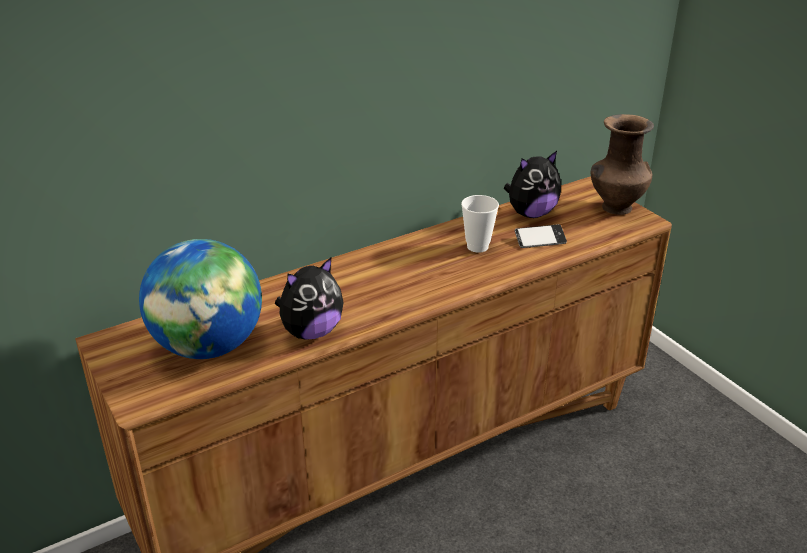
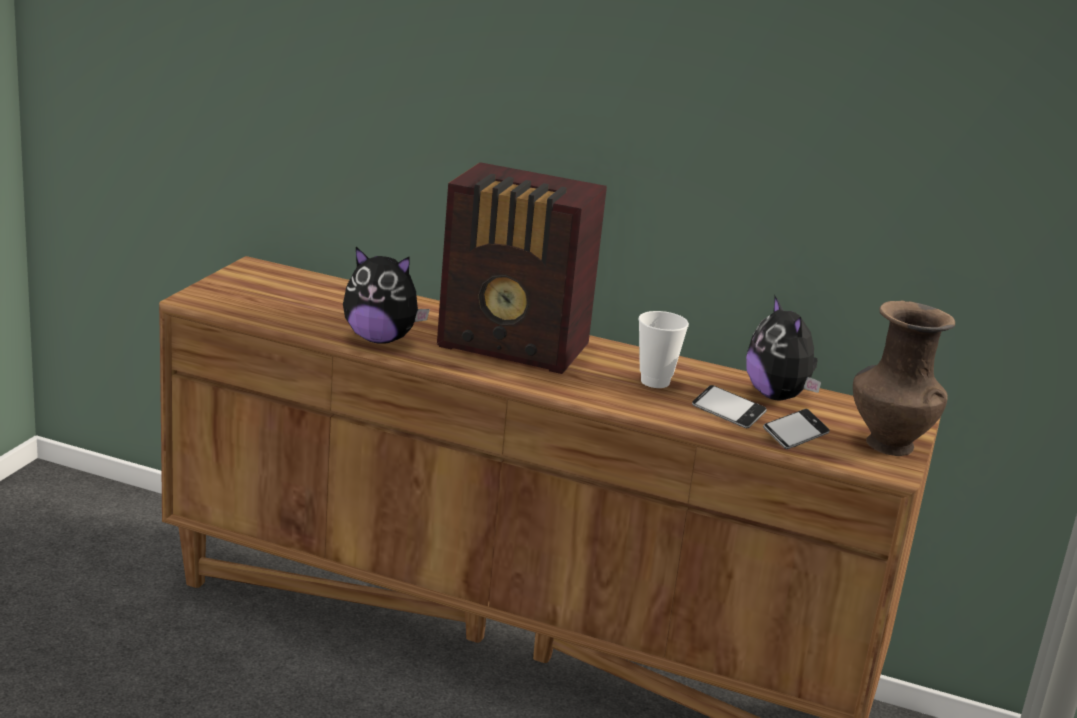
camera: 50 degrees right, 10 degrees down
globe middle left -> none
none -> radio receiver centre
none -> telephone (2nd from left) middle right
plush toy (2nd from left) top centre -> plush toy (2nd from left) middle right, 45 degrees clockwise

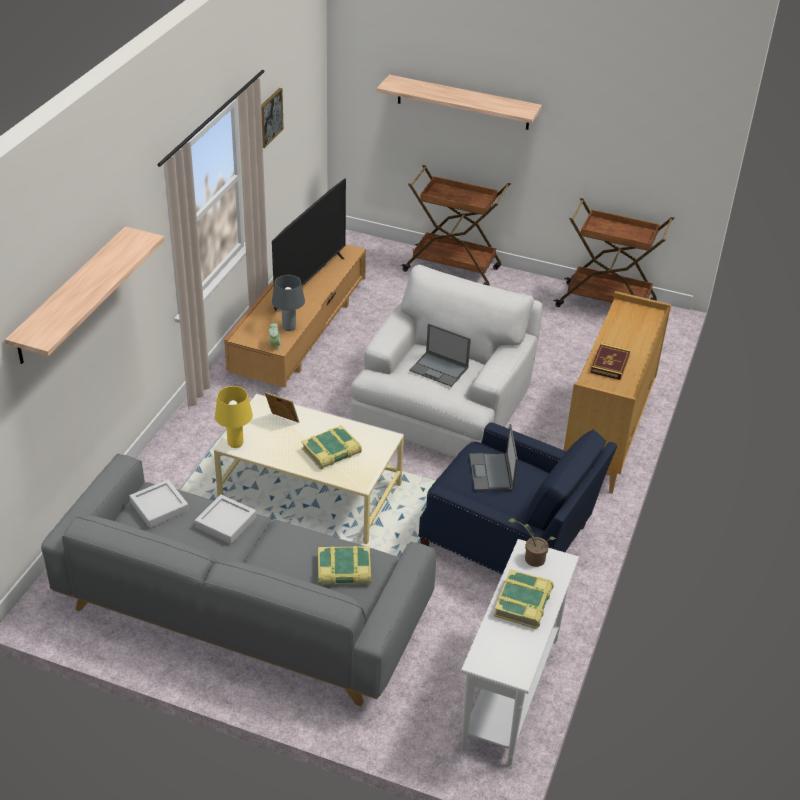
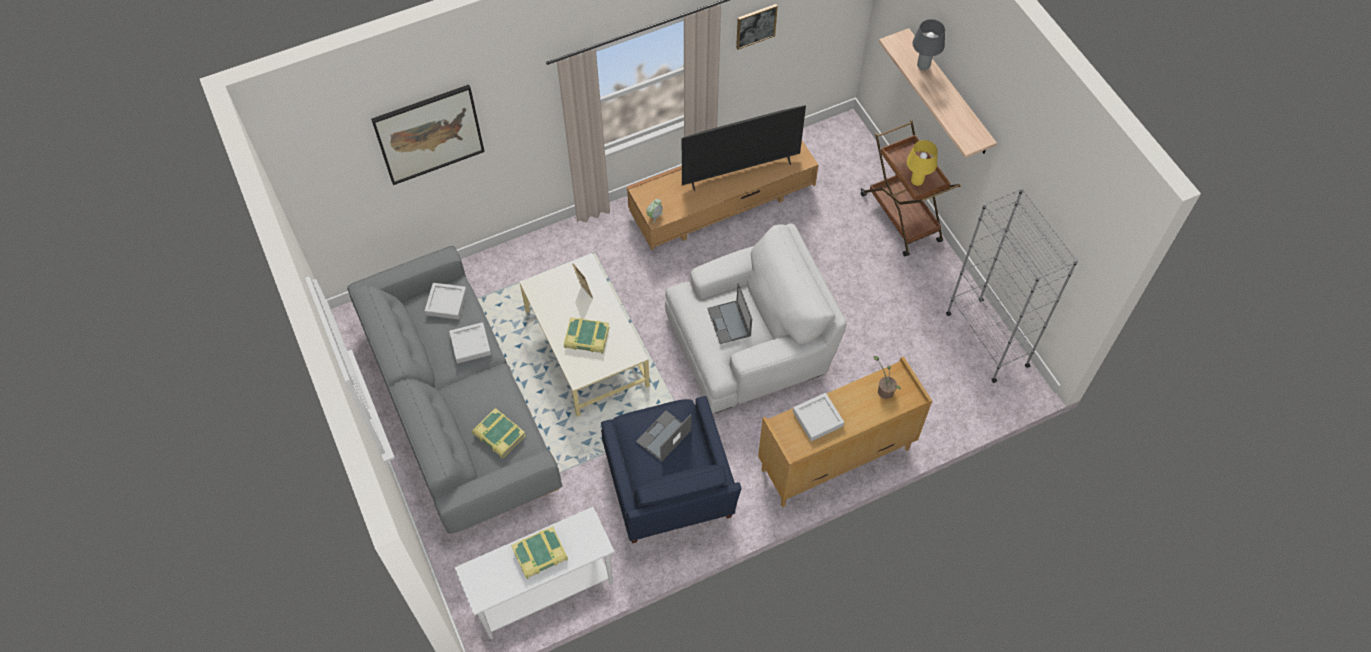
camera: 45 degrees right, 20 degrees up
yellow table lamp middle left -> yellow table lamp top right, move
gray table lamp centre -> gray table lamp top right, move
houseplant bottom centre -> houseplant centre, move
shelf (1st from left) middle left -> wall picture (1st from left) top left
brownish wheeled cart (2nd from left) top right -> gray bookshelf middle right
book (4th from left) middle right -> gray serving tray (3rd from left) centre

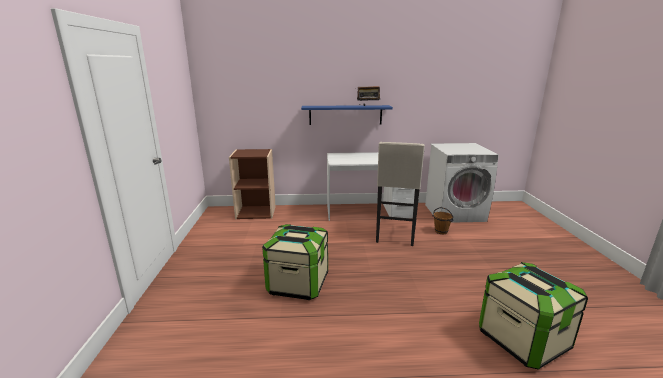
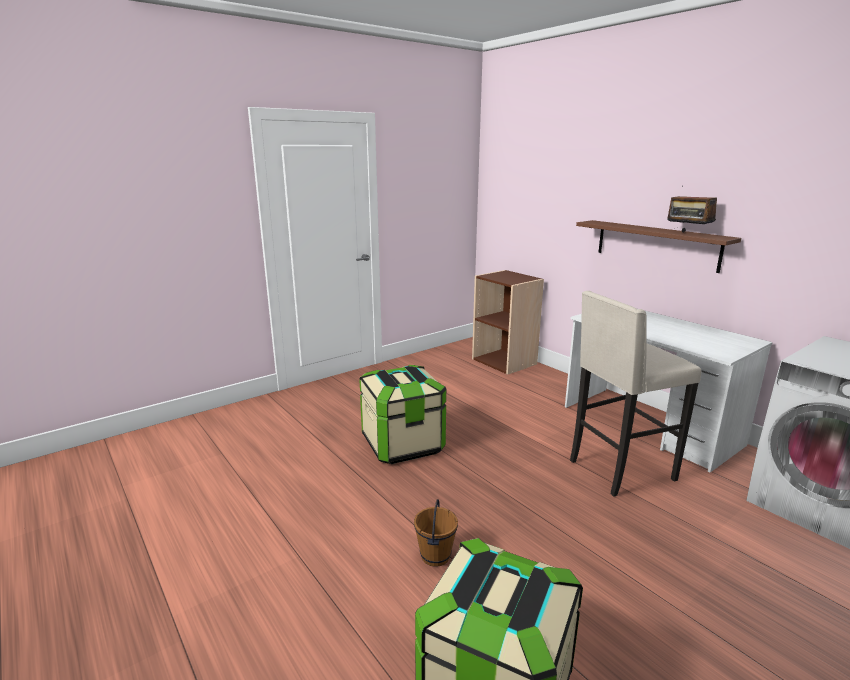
camera: 55 degrees right, 0 degrees up
brownish pail middle right -> brownish pail bottom centre, move
bluish shelf top centre -> brownish shelf middle right

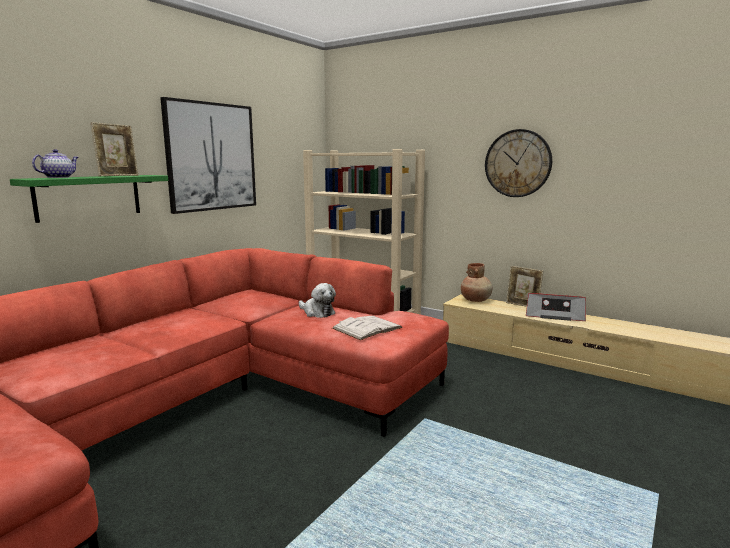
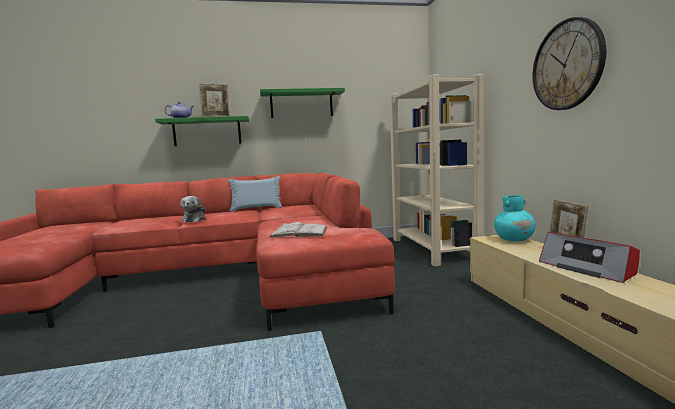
camera: 45 degrees right, 5 degrees down
none -> bluish cushion centre
plush toy centre -> plush toy middle left, move
wall picture top left -> greenish shelf (2nd from left) top centre
brownish vase centre -> blue-green vase middle right

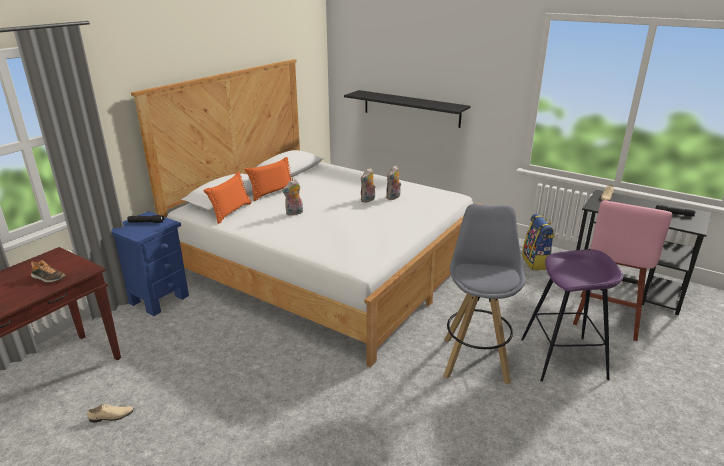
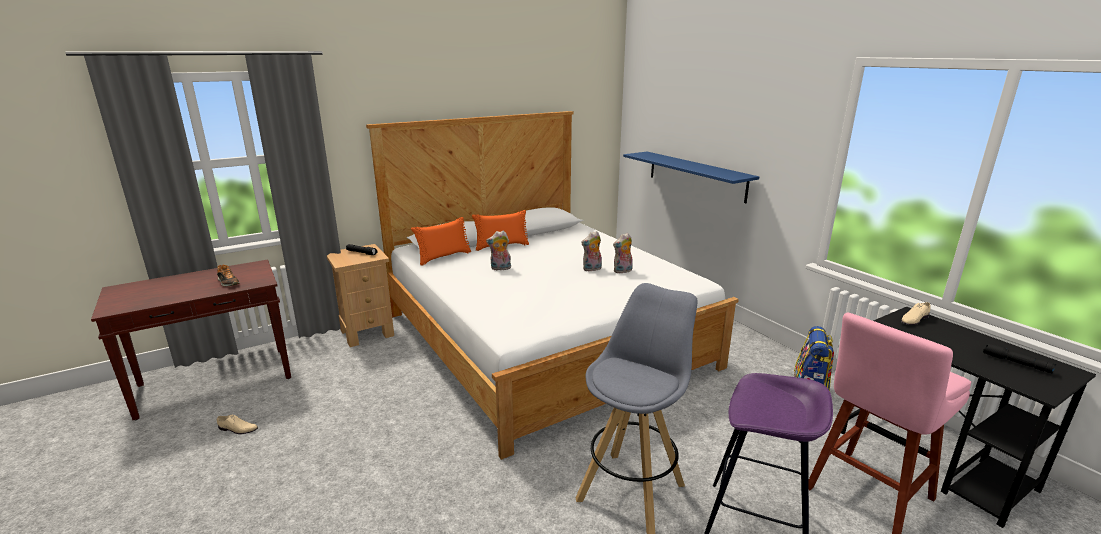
camera: 25 degrees right, 5 degrees down
bluish night table middle left -> sand-coloured night table middle left
black shelf top centre -> bluish shelf top centre

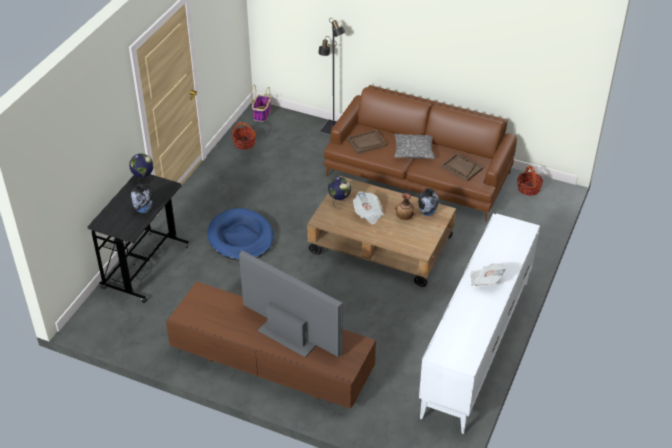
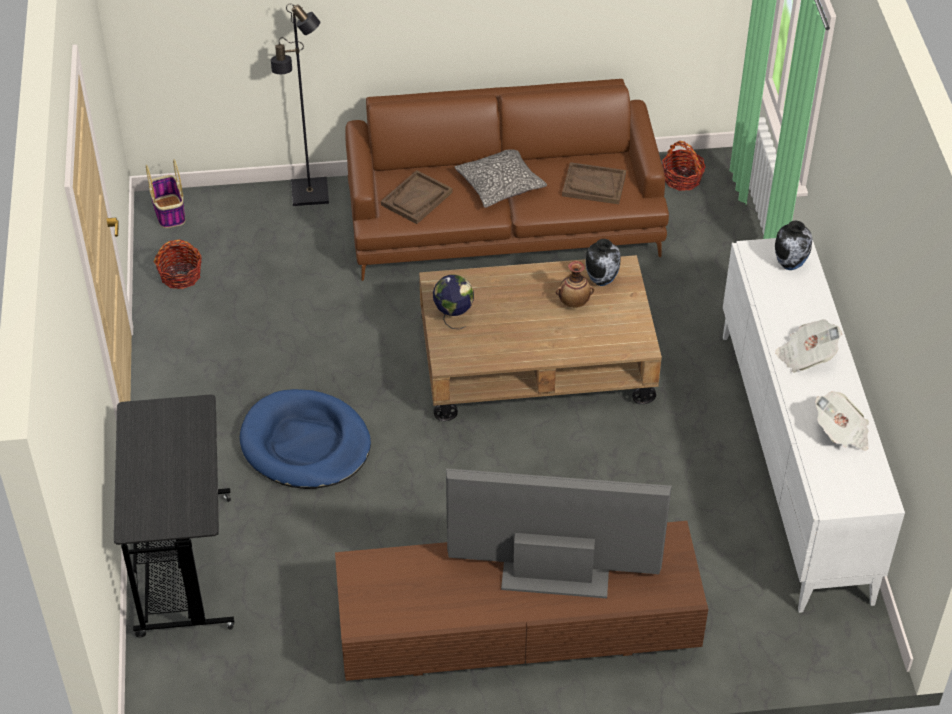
camera: 30 degrees left, 5 degrees up
globe (1st from left) middle left -> none
vase (1st from left in the first image) middle left -> vase (3rd from left) middle right, move
printed paper (1st from left in the first image) centre -> printed paper (2nd from left) middle right, move

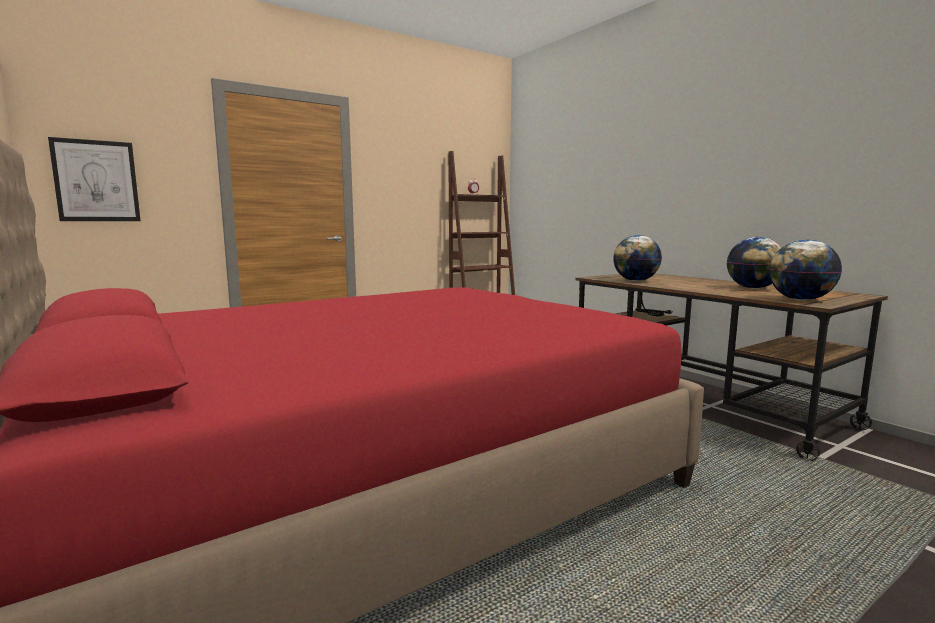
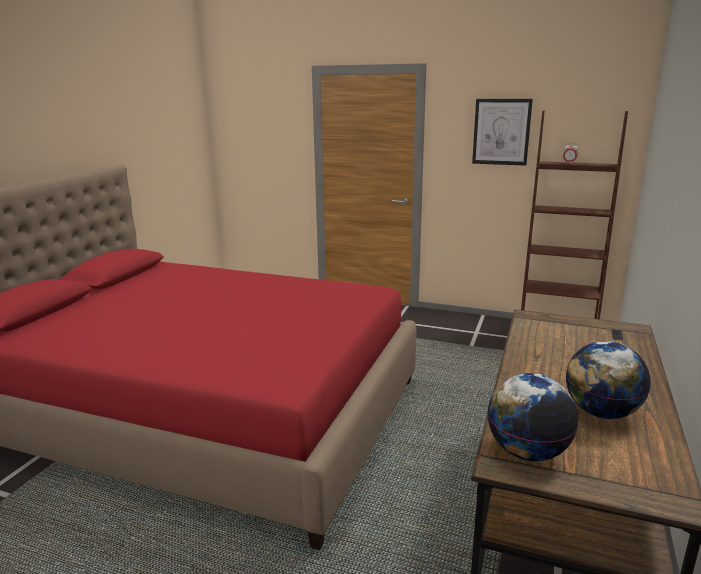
camera: 55 degrees right, 10 degrees up
globe (1st from left) middle right -> none
wall picture top left -> wall picture top right, move

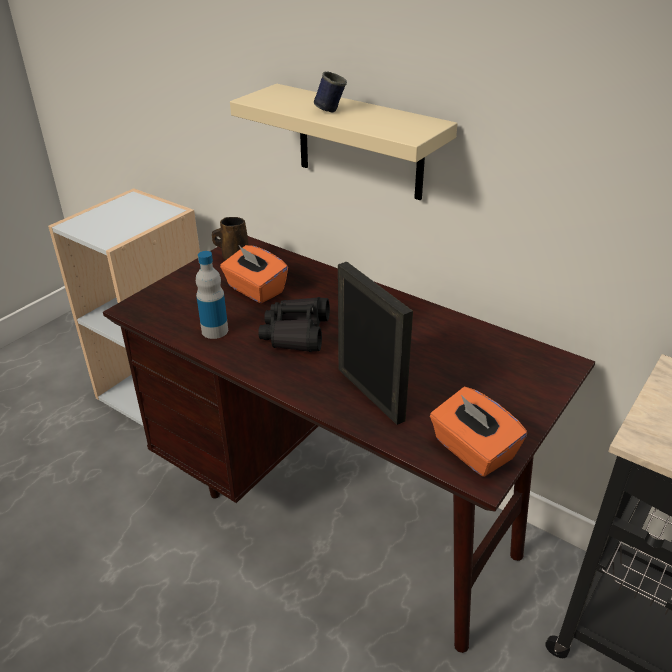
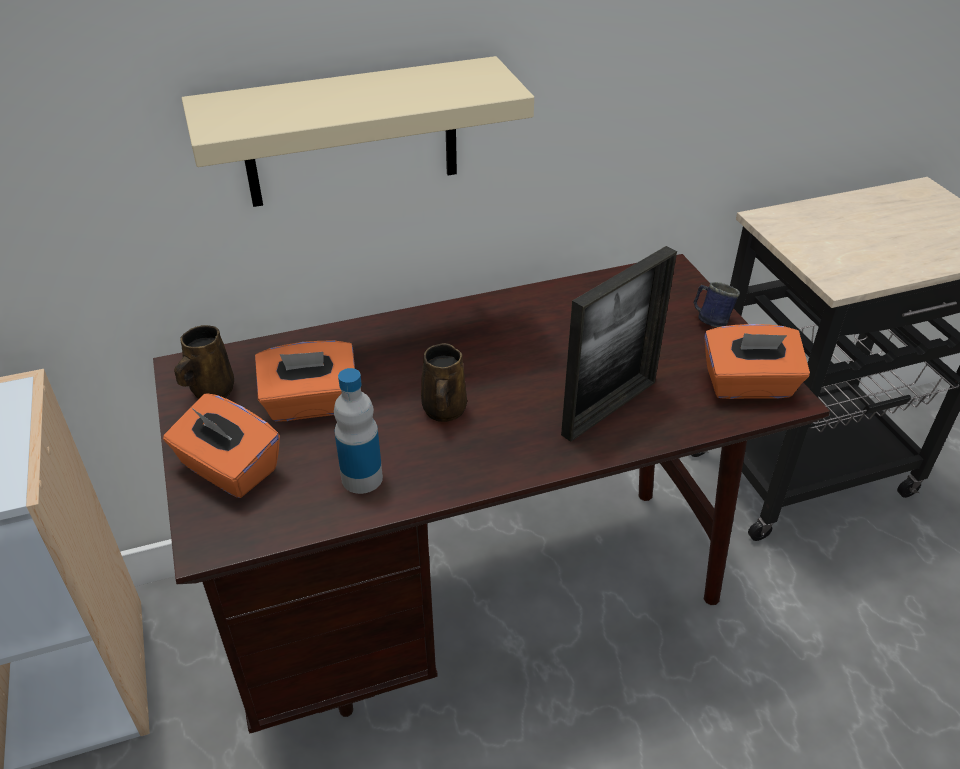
camera: 55 degrees left, 5 degrees up
none -> orange tissue holder (1st from left) middle left
bluish mug top centre -> bluish mug middle right, move
black field glasses centre -> brownish mug (2nd from left) centre
photo frame centre, 135 degrees clockwise

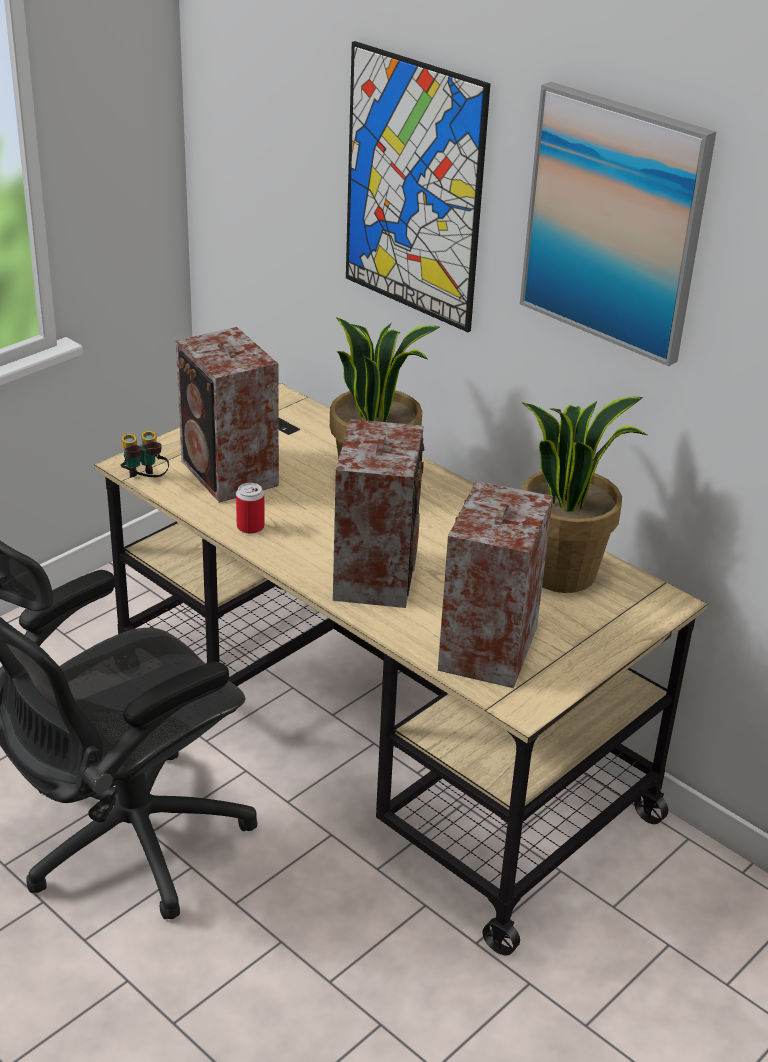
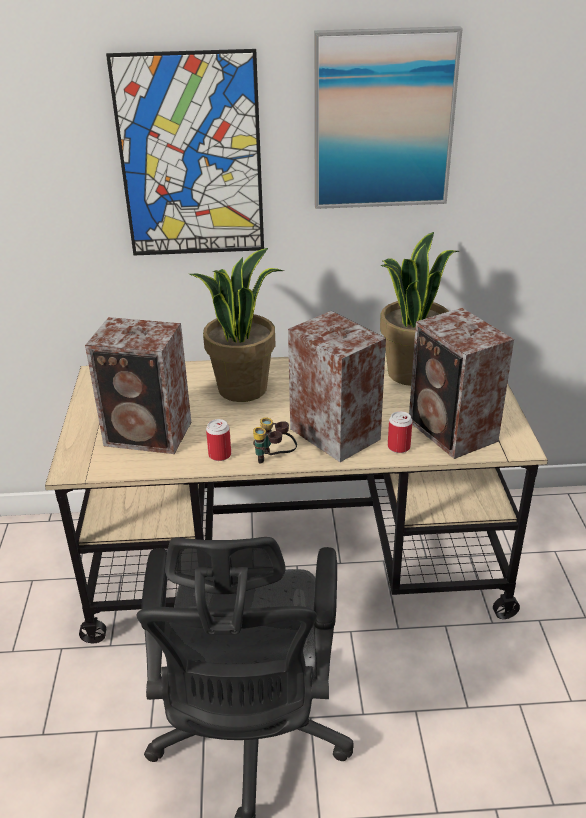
camera: 45 degrees left, 0 degrees up
none -> sealed can (2nd from left) middle right
field glasses middle left -> field glasses centre, move

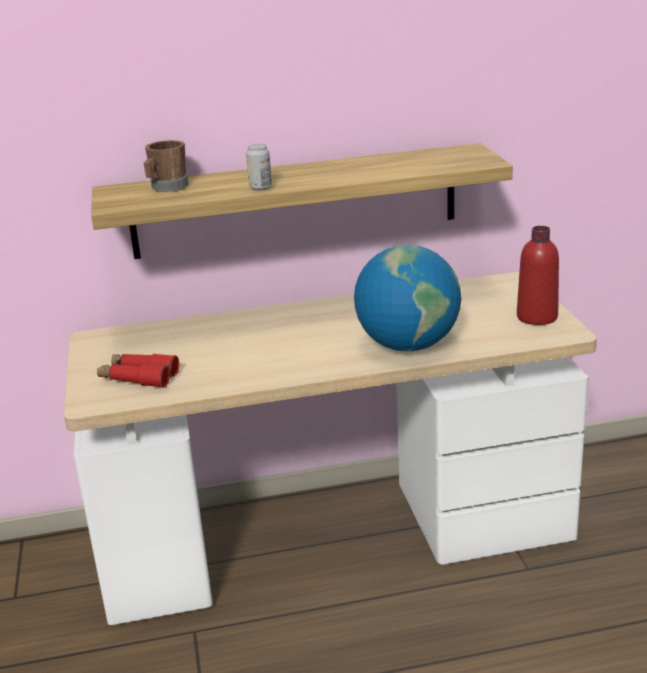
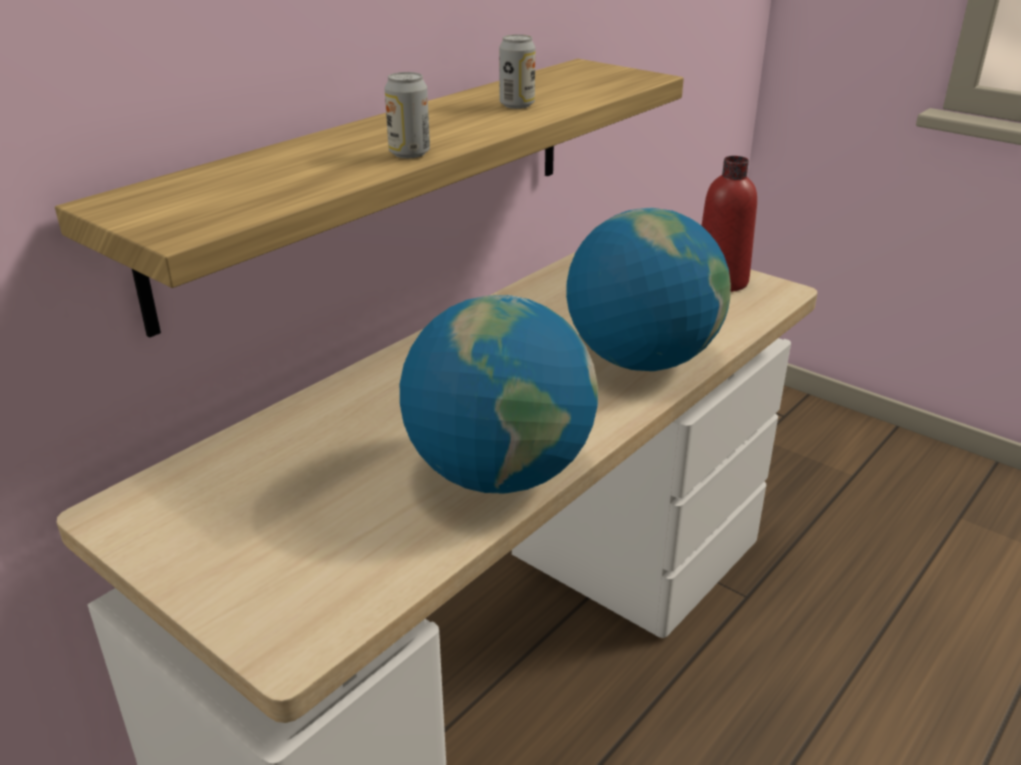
camera: 40 degrees left, 5 degrees up
red field glasses middle left -> none
brownish mug top left -> none
none -> globe (1st from left) centre
none -> sealed can (2nd from left) top centre

